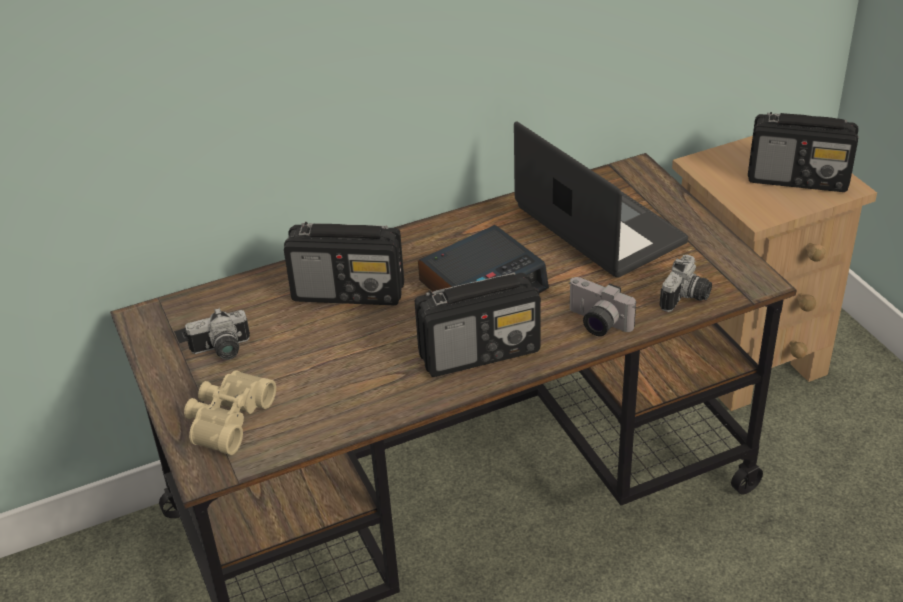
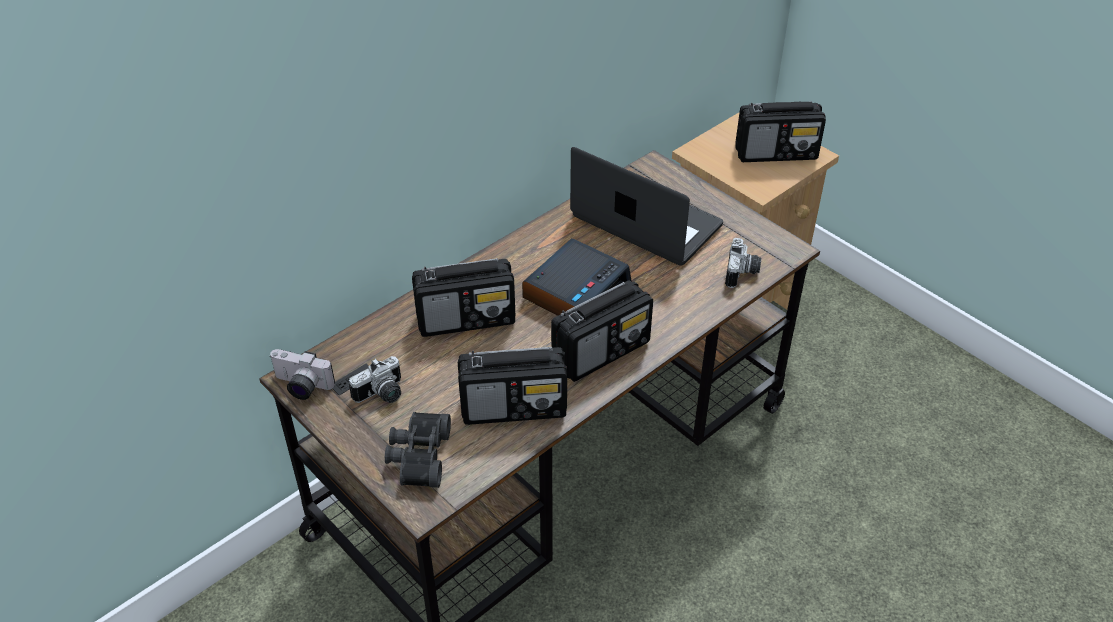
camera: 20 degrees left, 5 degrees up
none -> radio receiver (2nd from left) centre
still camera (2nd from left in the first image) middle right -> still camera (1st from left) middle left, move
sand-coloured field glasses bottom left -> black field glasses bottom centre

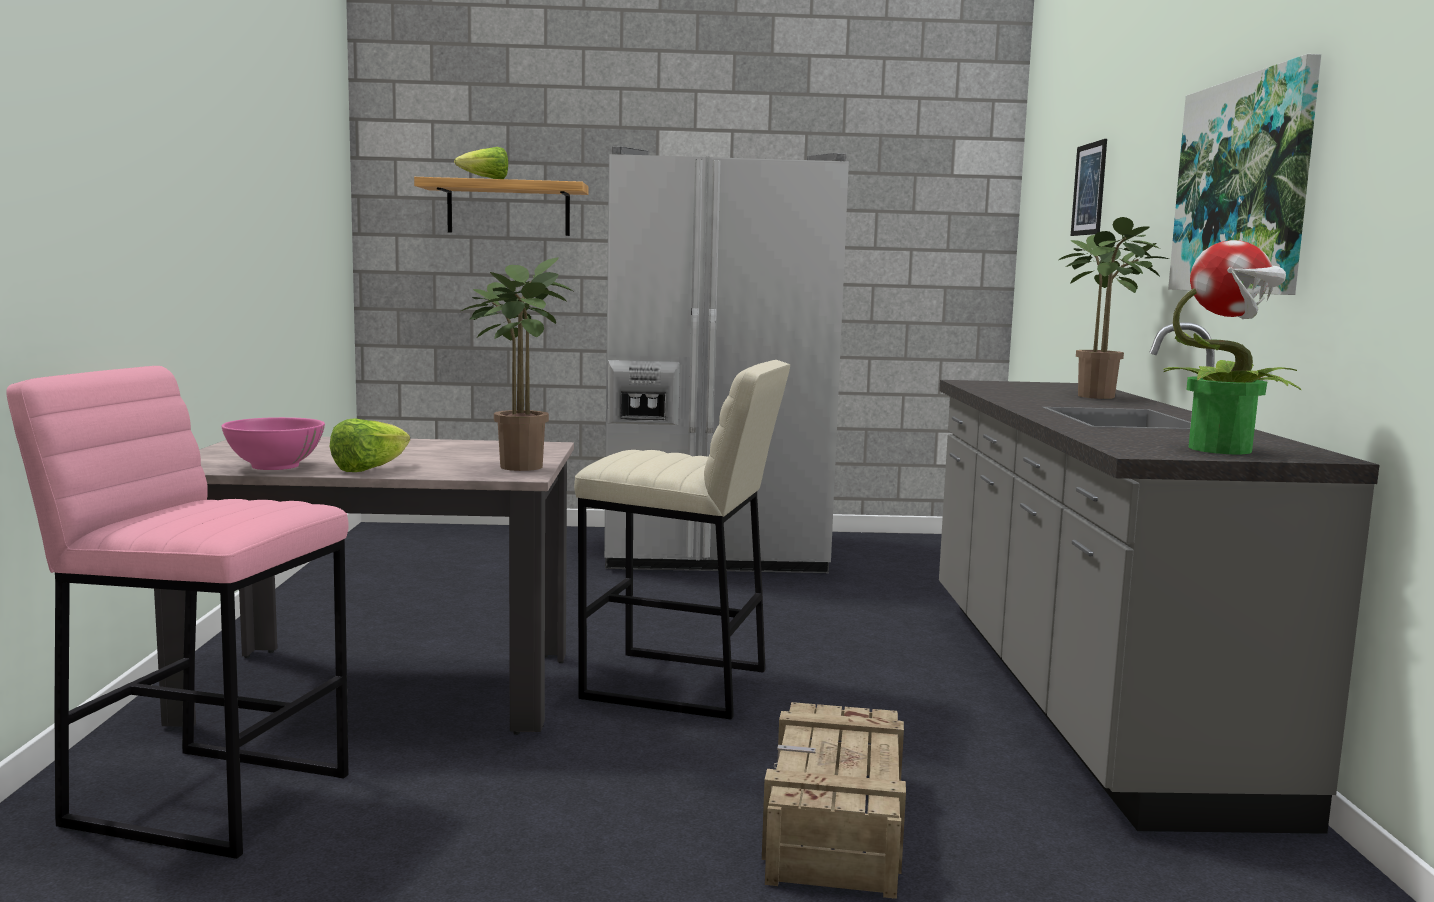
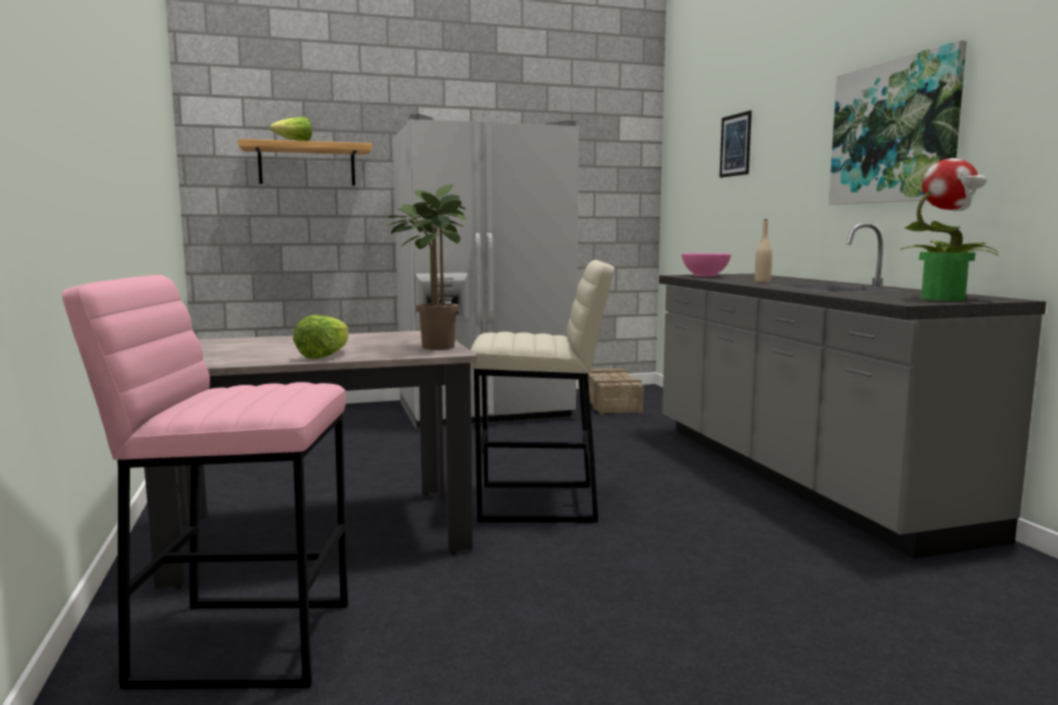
camera: 15 degrees left, 0 degrees up
houseplant (2nd from left) middle right -> none
none -> sand-coloured bottle middle right
pinkish serving bowl middle left -> pinkish serving bowl middle right, move
packing crate bottom centre -> packing crate centre, move

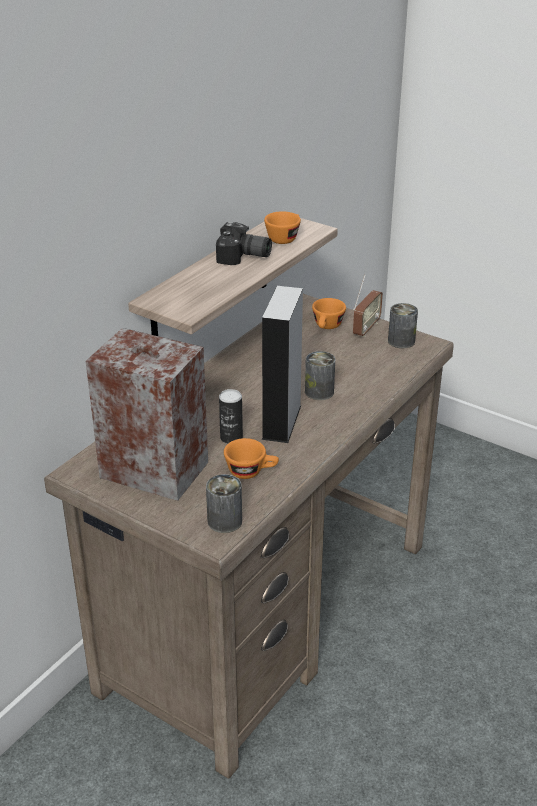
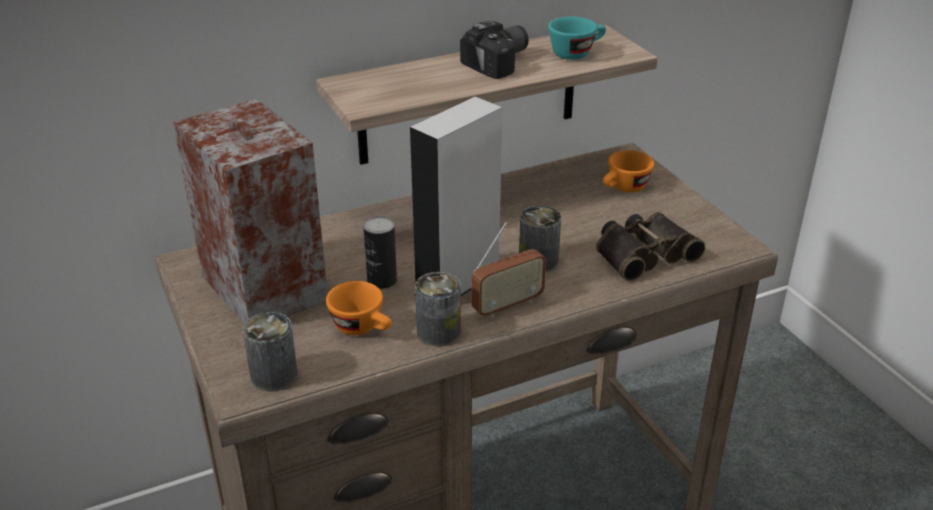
camera: 30 degrees right, 0 degrees up
none -> field glasses middle right
radio receiver middle right -> radio receiver centre, move
sealed can (4th from left in the first image) middle right -> sealed can (3rd from left) centre, move
orange small cup (2nd from left) top centre -> blue-green small cup top centre
still camera top centre, 90 degrees counterclockwise

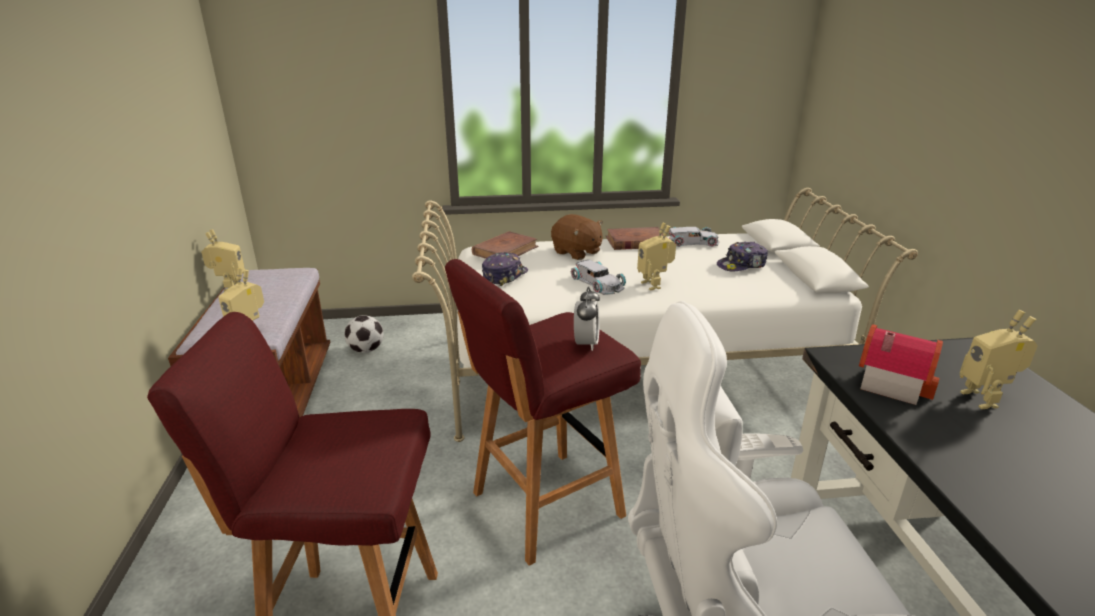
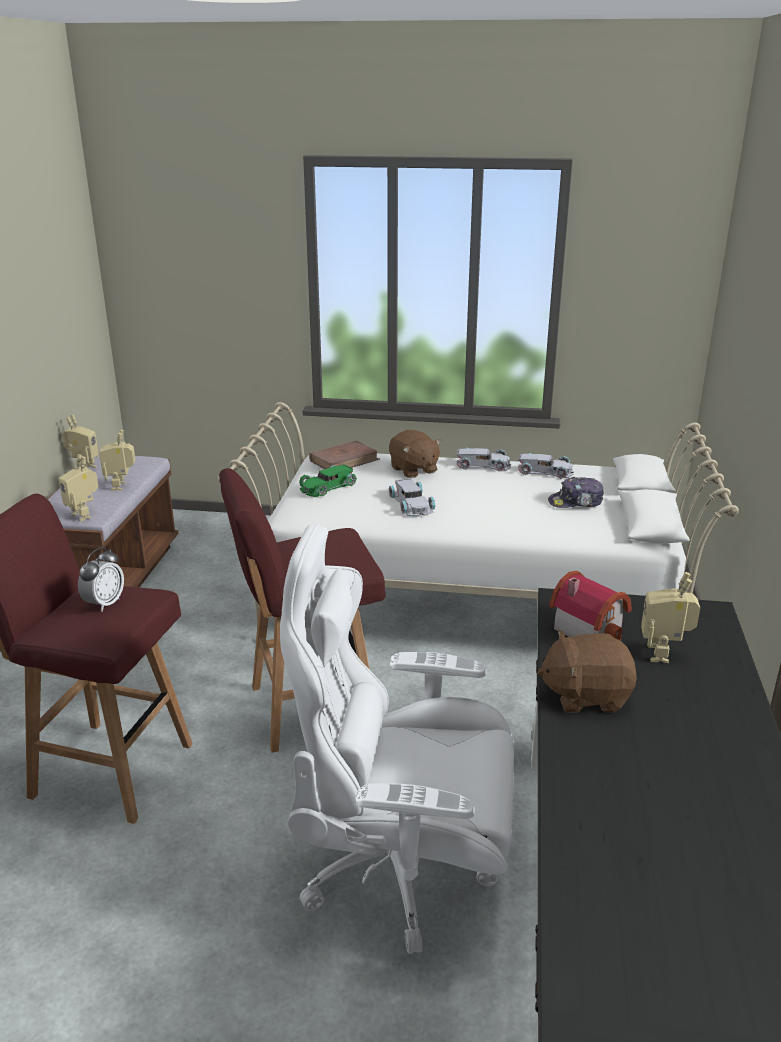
camera: 15 degrees right, 0 degrees up
football ball middle left -> none
none -> brownish plush toy (2nd from left) middle right
table clock centre -> table clock middle left, move
model robot (3rd from left) centre -> model robot (3rd from left) middle left, move
peaked cap (1st from left) centre -> greenish toy car centre
brownish book (2nd from left) centre -> white-coloured toy car (2nd from left) centre

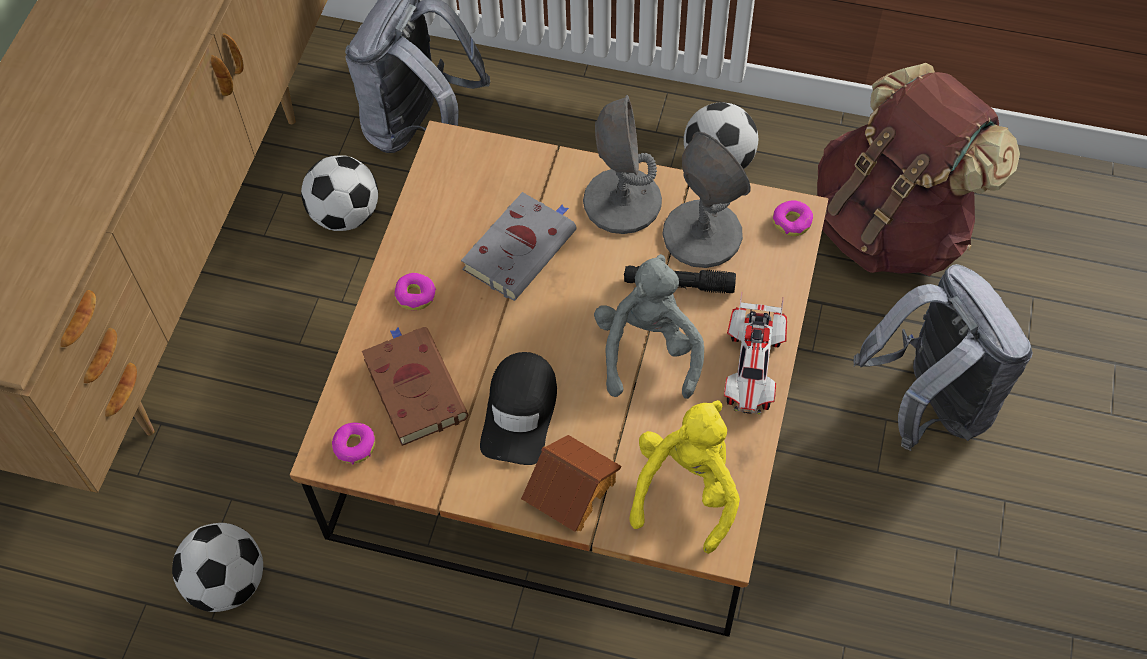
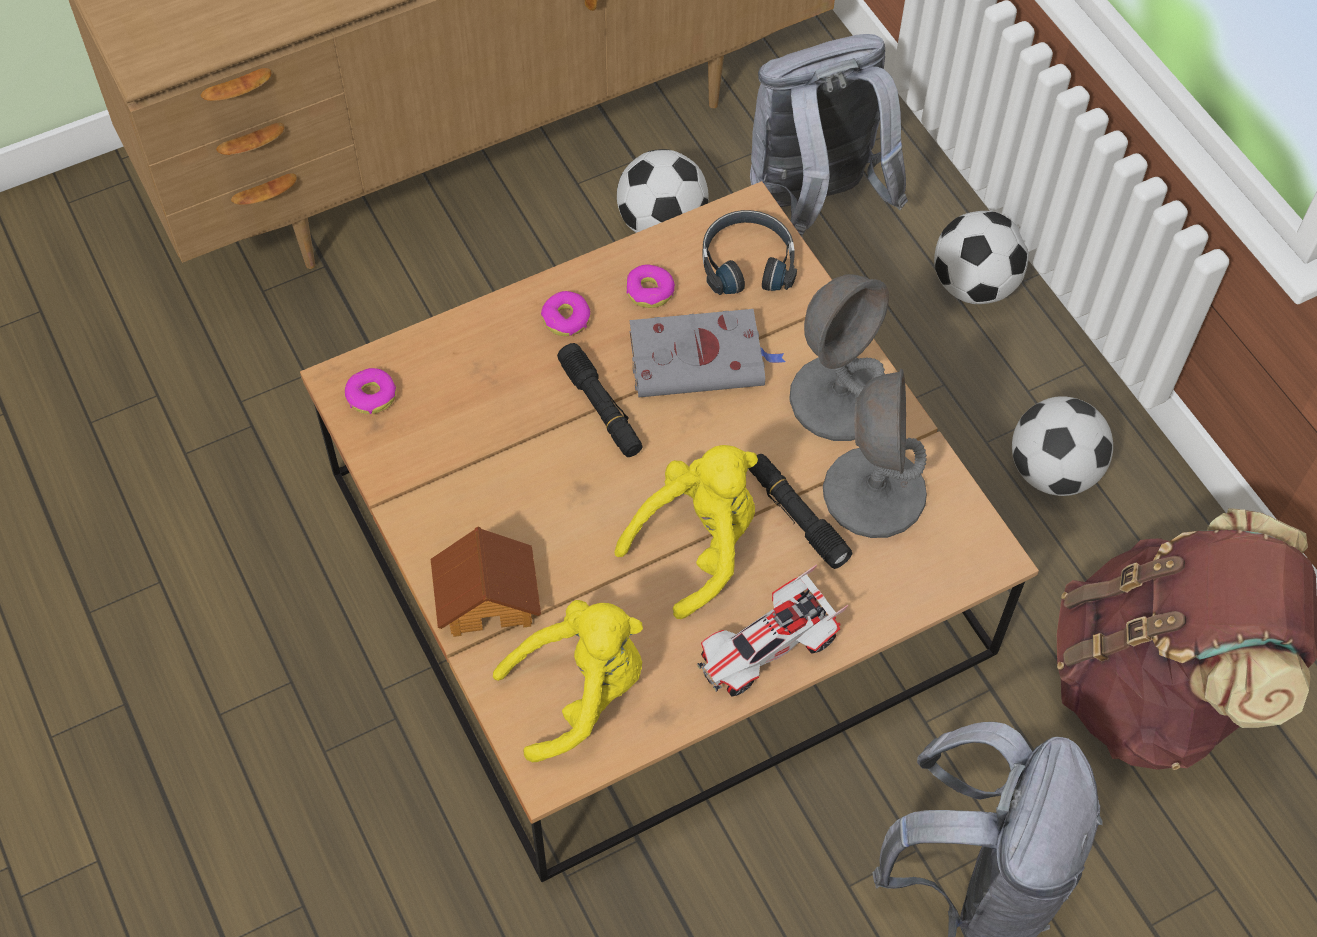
camera: 45 degrees right, 0 degrees up
brownish book centre -> none
black peaked cap centre -> none
none -> black hand torch (1st from left) centre
none -> black headphones top centre
football ball (1st from left in the first image) bottom left -> football ball (2nd from left) top right, move
donut (3rd from left) top right -> donut (3rd from left) top centre, move
gray plush toy centre -> yellow plush toy (2nd from left) centre

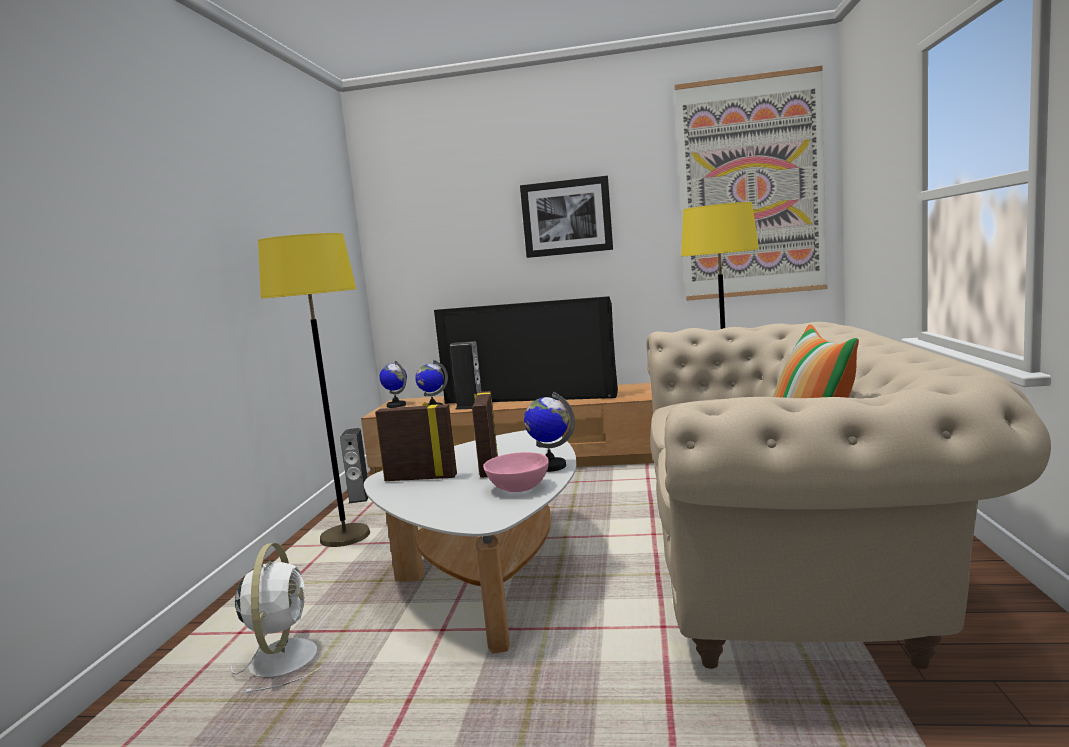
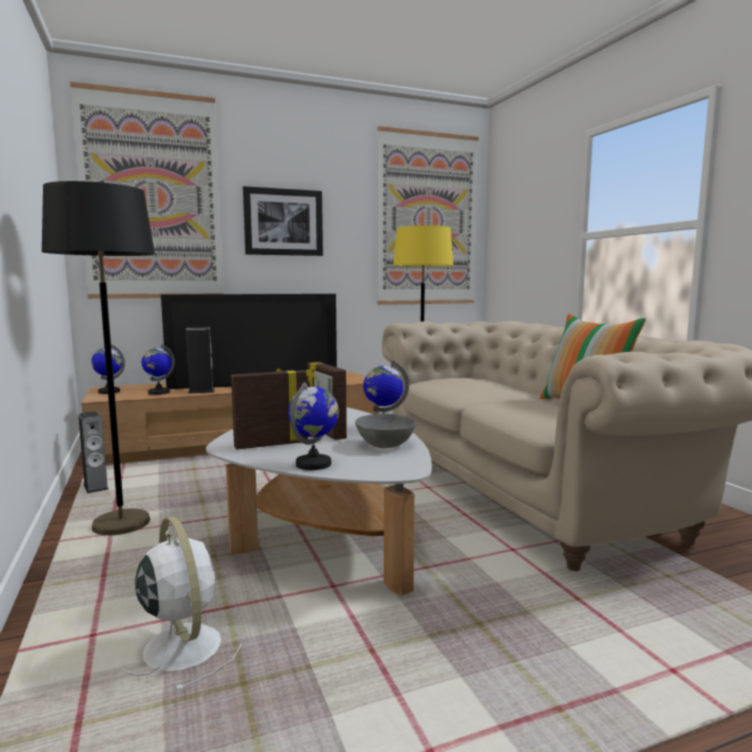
camera: 30 degrees left, 0 degrees up
none -> wall picture (1st from left) top left
none -> globe (3rd from left) centre
yellow standard lamp (1st from left) middle left -> black standard lamp middle left
pinkish serving bowl centre -> gray serving bowl centre

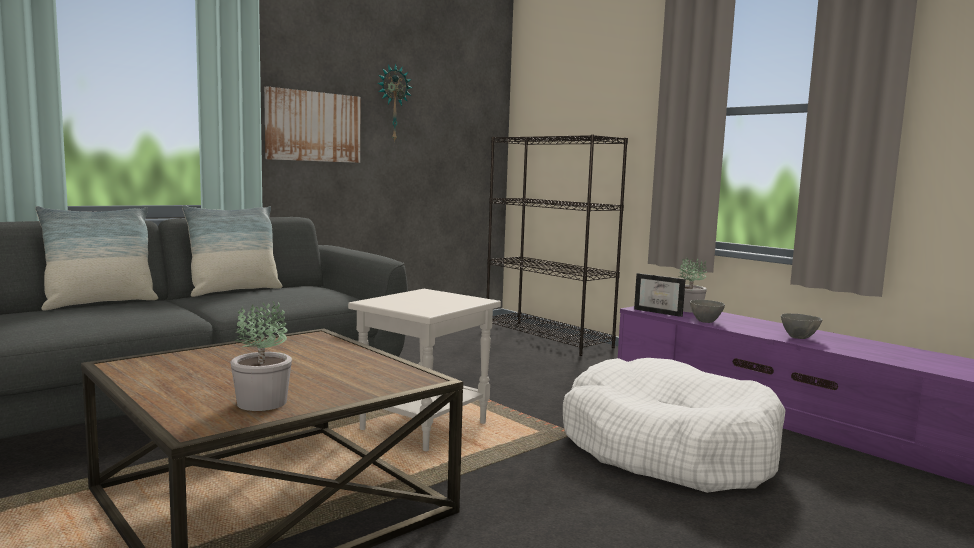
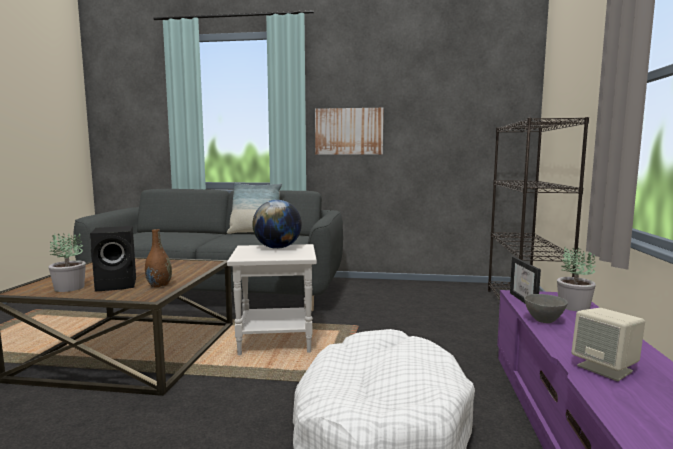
camera: 50 degrees right, 0 degrees up
cushion (1st from left) middle left -> none
hanging clock top centre -> none
none -> black speaker middle left
none -> brownish vase middle left
none -> globe centre
gray serving bowl (2nd from left) middle right -> sand-coloured speaker bottom right

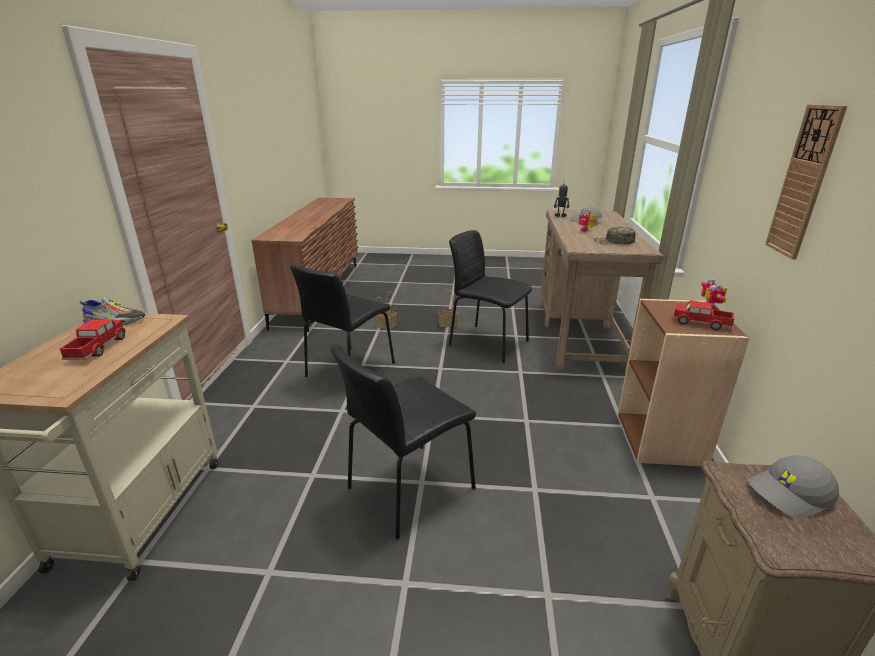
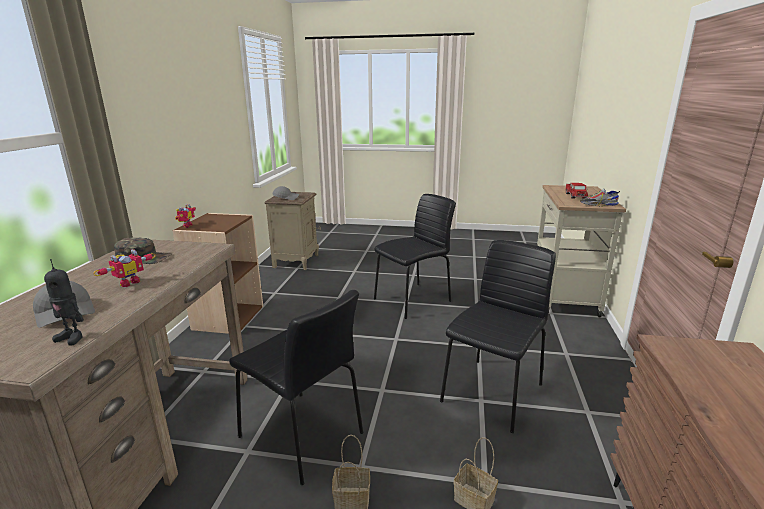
camera: 175 degrees left, 5 degrees down
toy truck (2nd from left) middle right -> none
hanging clock top right -> none

